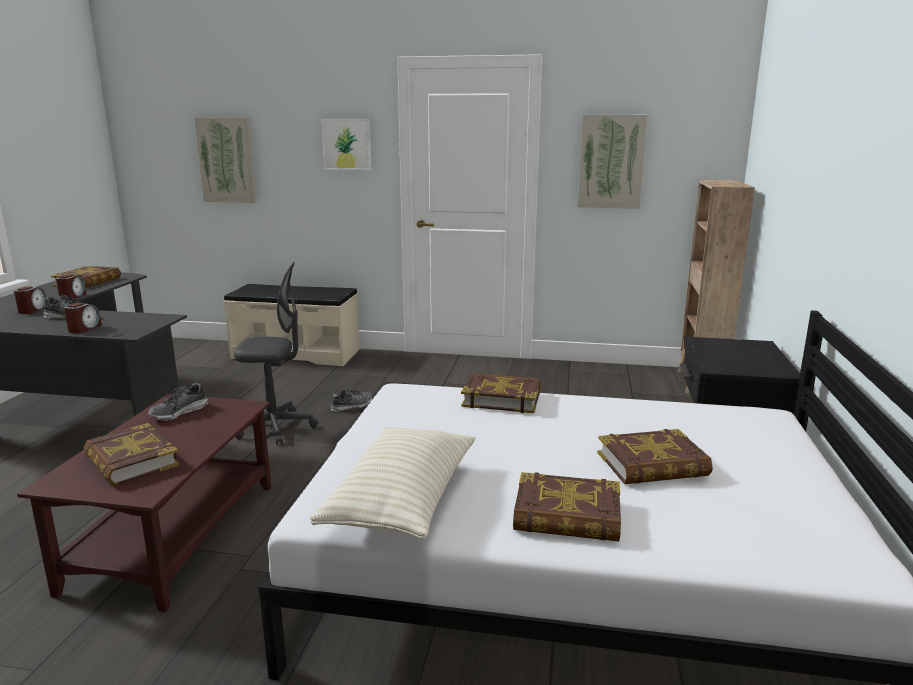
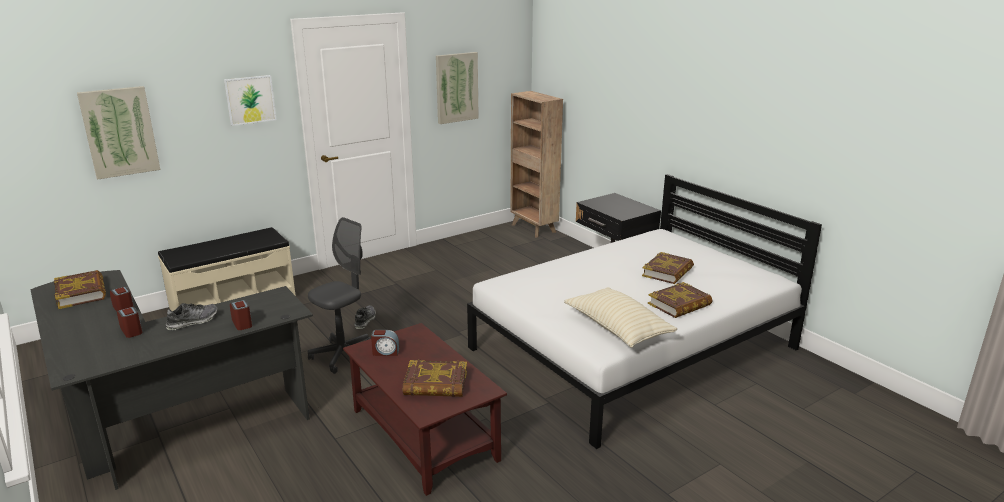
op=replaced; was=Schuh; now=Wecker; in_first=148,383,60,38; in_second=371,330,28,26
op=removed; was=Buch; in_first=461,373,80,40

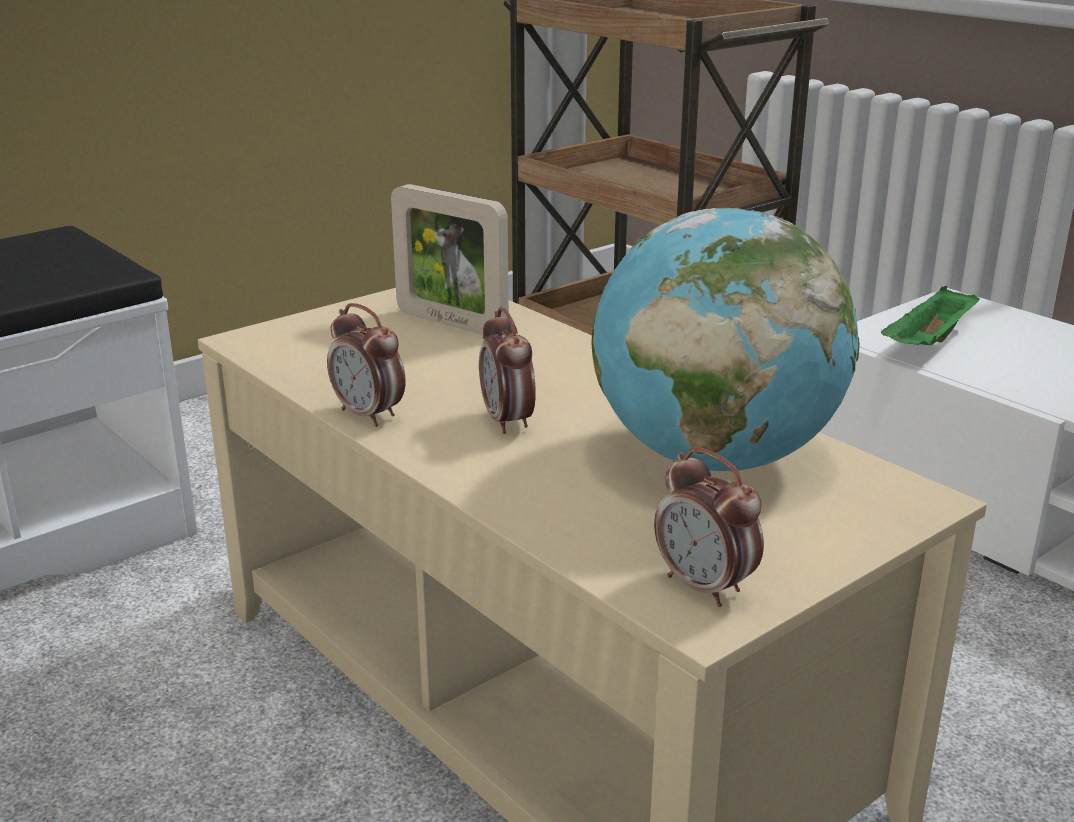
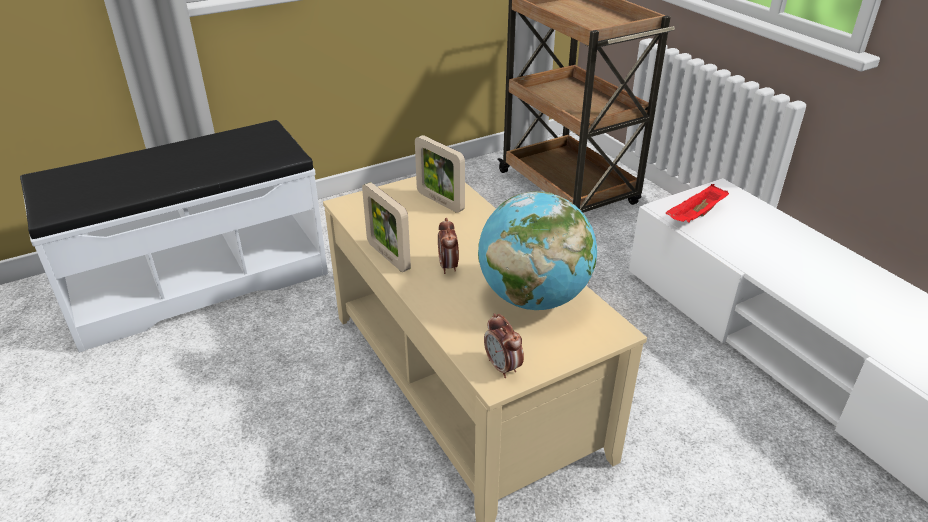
op=replaced; was=Wecker; now=Bilderrahmen; in_first=327,303,79,124; in_second=362,182,49,90
op=recoloured; was=Tablett [grün]; now=Tablett [rot]; in_first=881,286,99,59; in_second=666,184,63,39

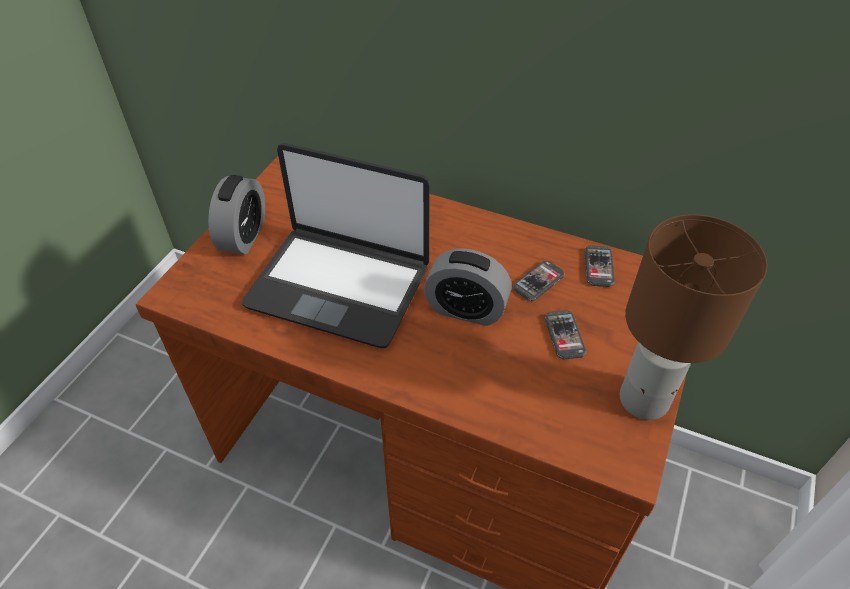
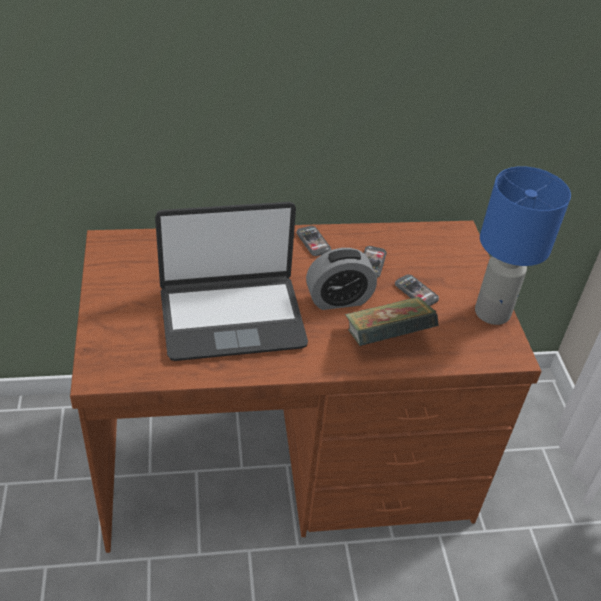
op=removed; was=Wecker; in_first=208,175,57,79
op=moved; was=Handy; in_first=585,245,30,42; in_second=296,226,36,30
op=recoloured; was=Tischlampe [braun]; now=Tischlampe [blau]; in_first=620,214,147,206; in_second=475,166,96,159
op=added; now=Buch; in_second=345,297,94,49

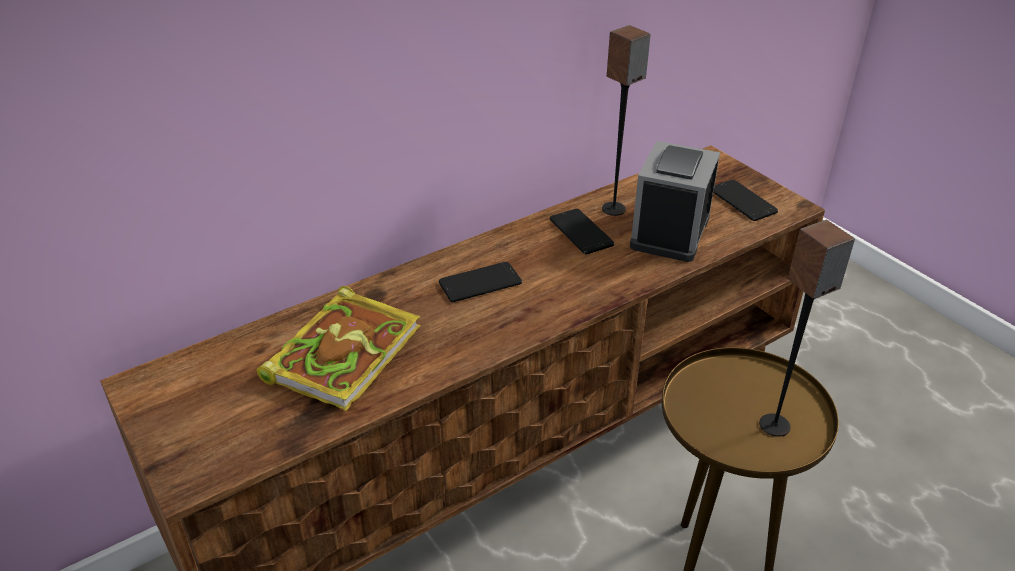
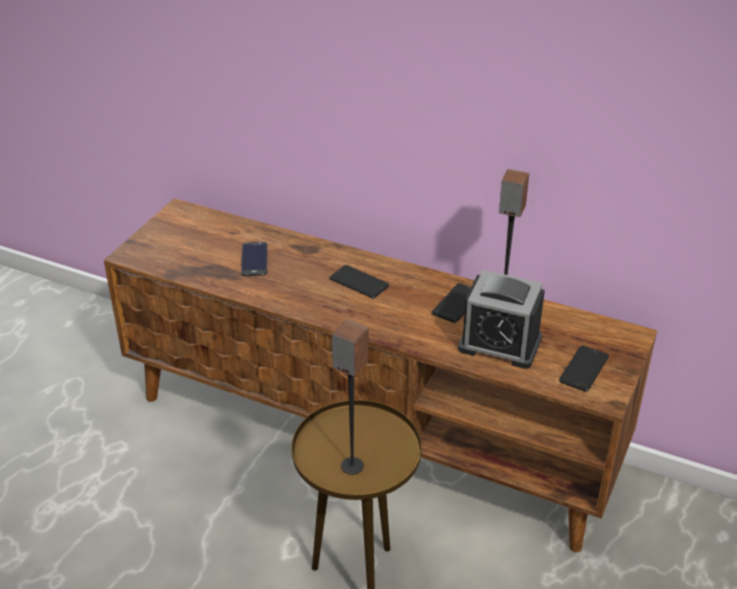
op=replaced; was=Buch; now=Handy; in_first=256,286,165,125; in_second=241,242,27,34
op=turned; was=Wecker; in_first=630,141,90,121; in_second=458,270,87,99; clockwise=-150

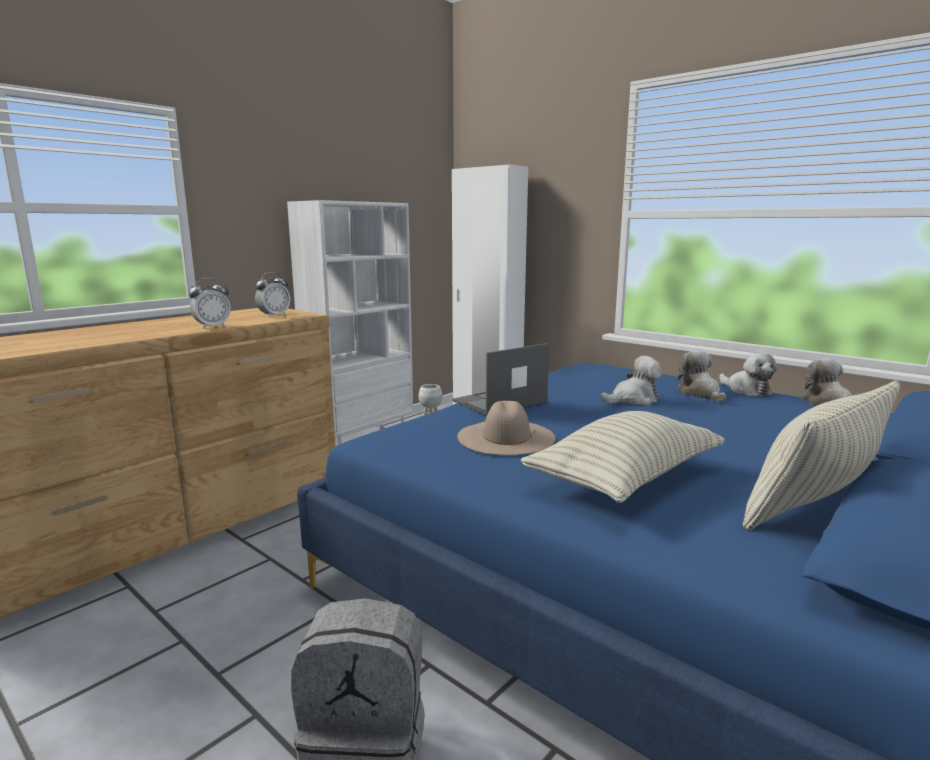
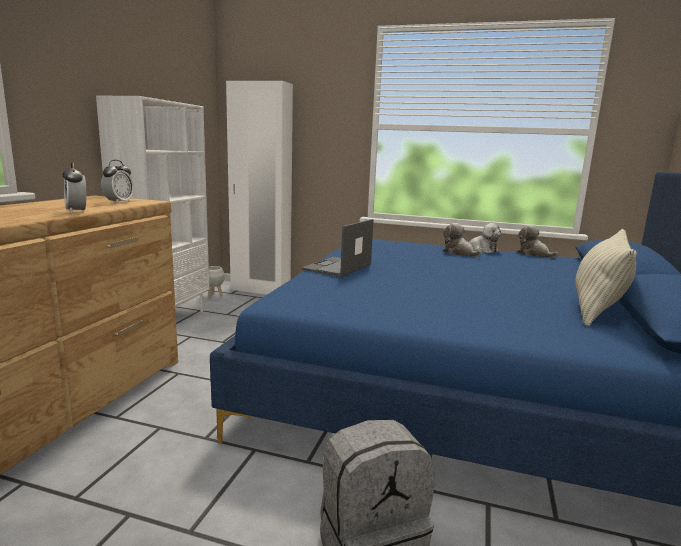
op=turned; was=Wecker; in_first=189,278,42,51; in_second=62,162,24,52; clockwise=120
op=removed; was=Hut [beige]; in_first=458,401,98,55
op=removed; was=Kissen; in_first=521,411,204,92
op=removed; was=Plüschtier; in_first=600,356,62,49

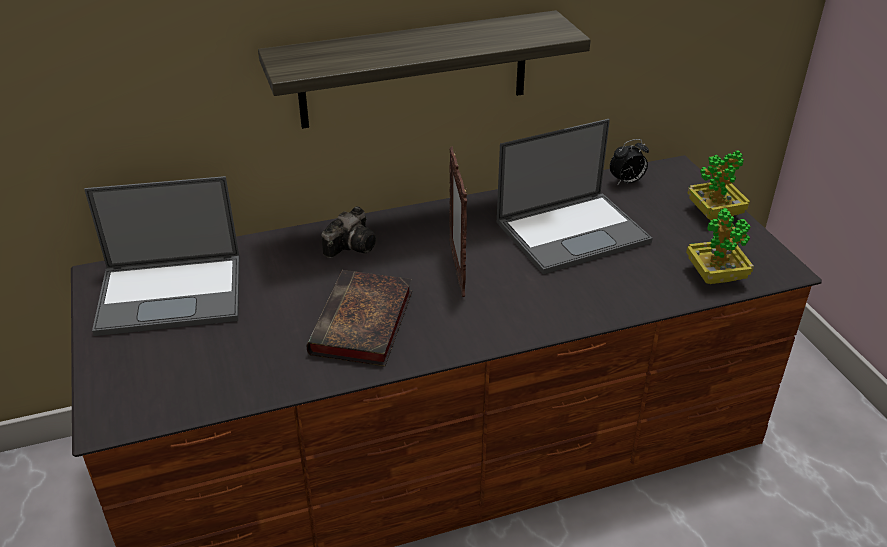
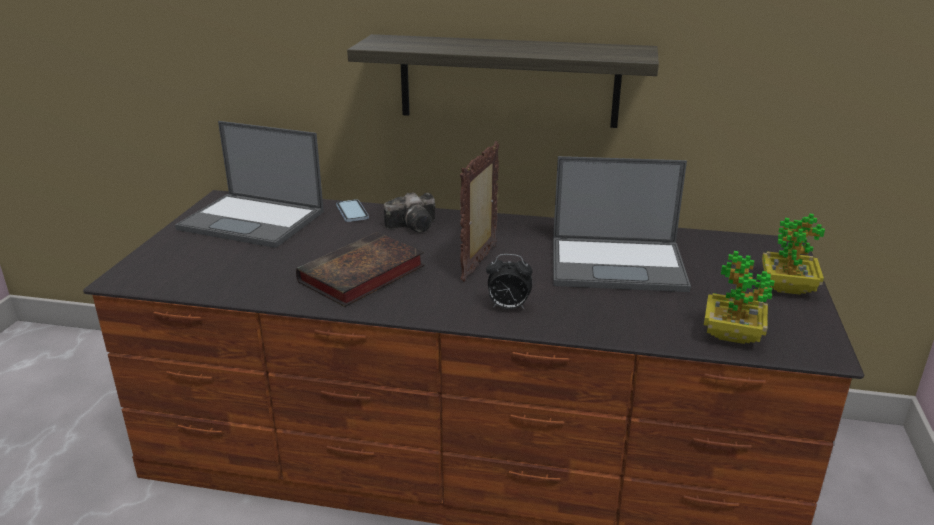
op=moved; was=Wecker; in_first=610,139,39,47; in_second=486,254,47,56
op=added; now=Handy; in_second=336,199,33,23

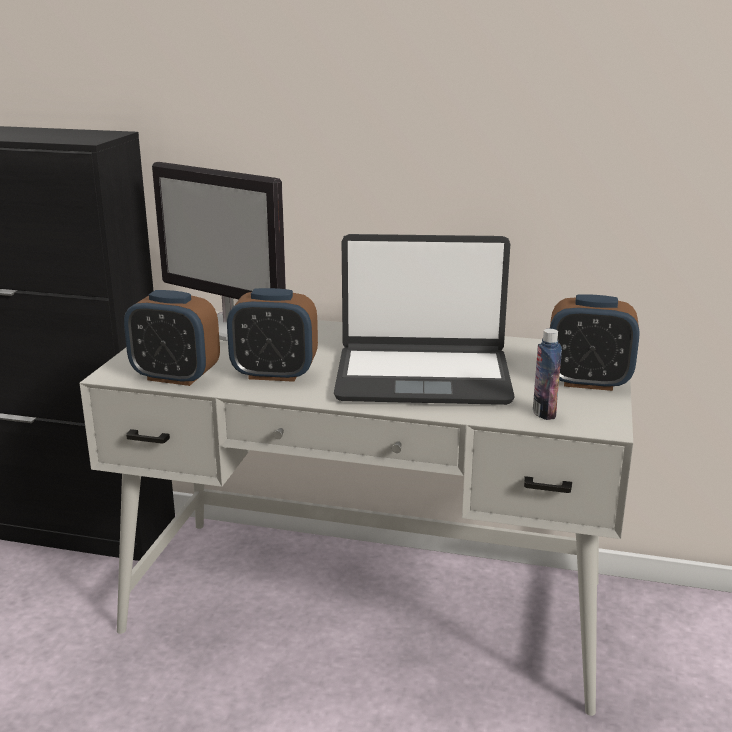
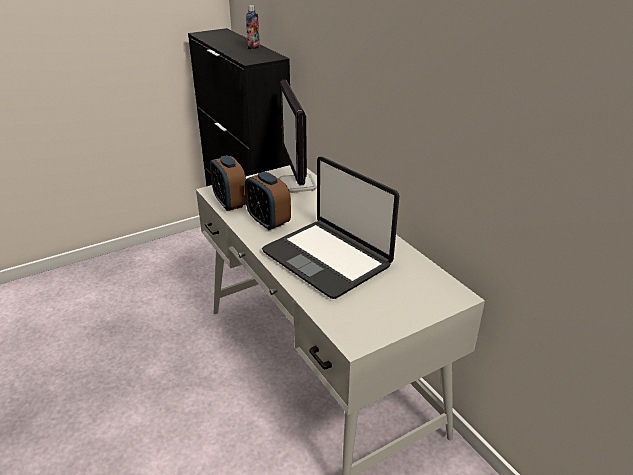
op=moved; was=Flasche; in_first=533,329,29,91; in_second=246,5,14,44
op=removed; was=Wecker; in_first=550,294,89,97

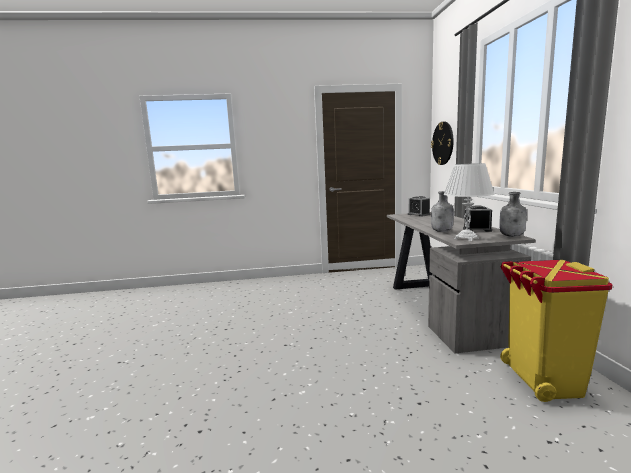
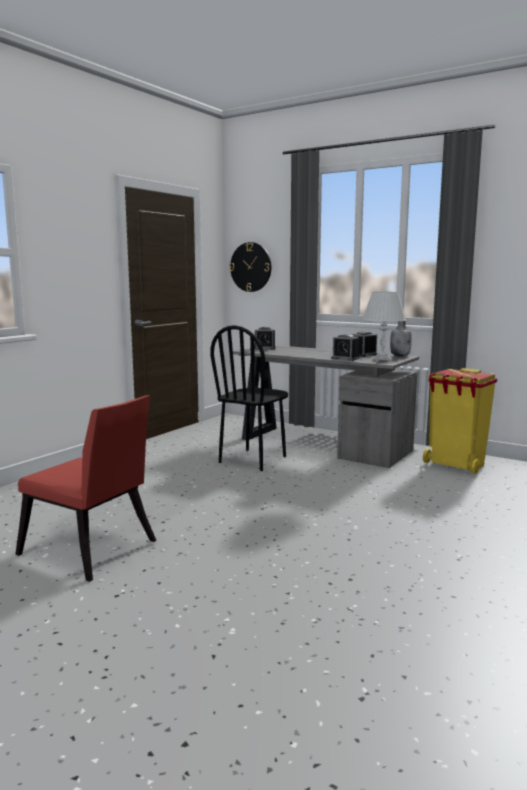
op=replaced; was=Flasche [grau]; now=Wecker; in_first=431,191,23,41; in_second=331,334,29,27
op=added; now=Stuhl [rot]; in_second=15,395,141,187
op=added; now=Stuhl [schwarz]; in_second=210,325,78,146

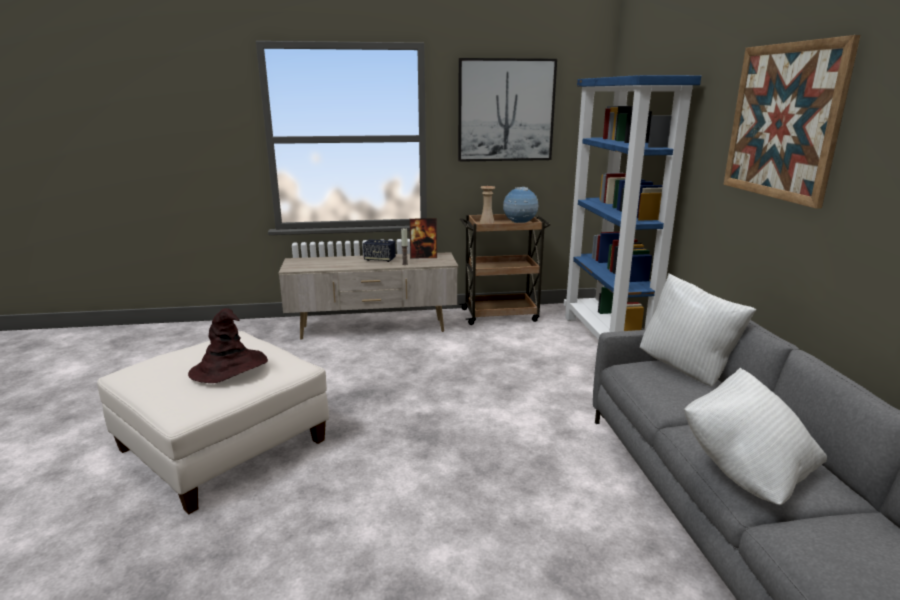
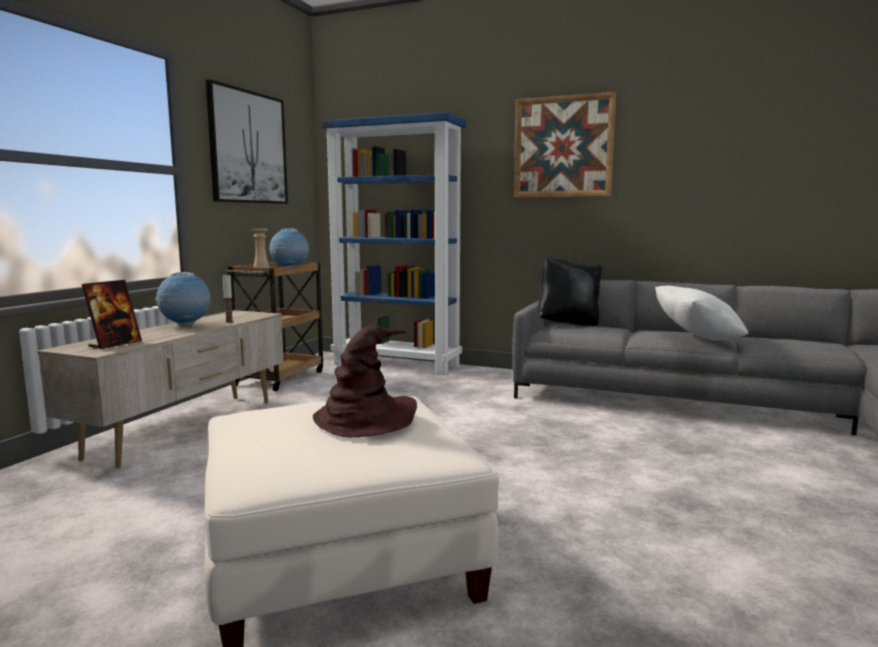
op=replaced; was=Lautsprecher; now=Globus; in_first=363,240,33,22; in_second=155,272,56,54
op=moved; was=Bilderrahmen; in_first=410,218,27,40; in_second=82,280,60,69
op=recoloured; was=Kissen [weiß]; now=Kissen [schwarz]; in_first=640,273,116,113; in_second=538,254,64,72

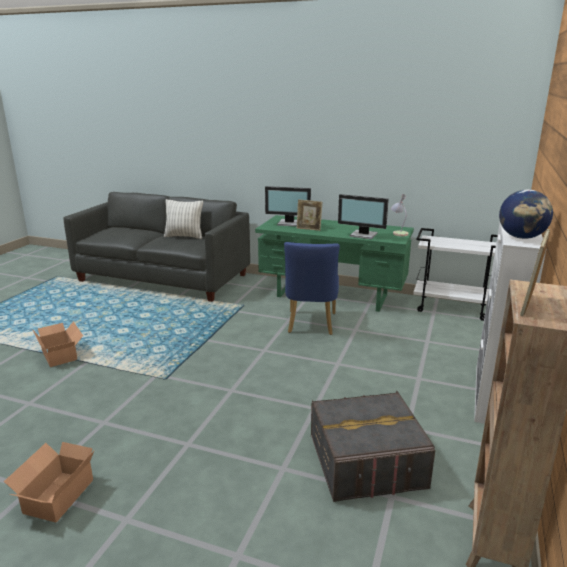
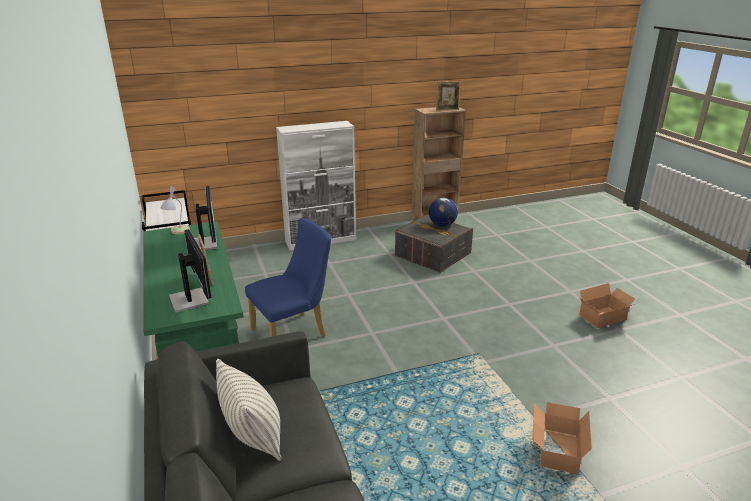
op=moved; was=Globus; in_first=499,189,54,50; in_second=429,198,29,28

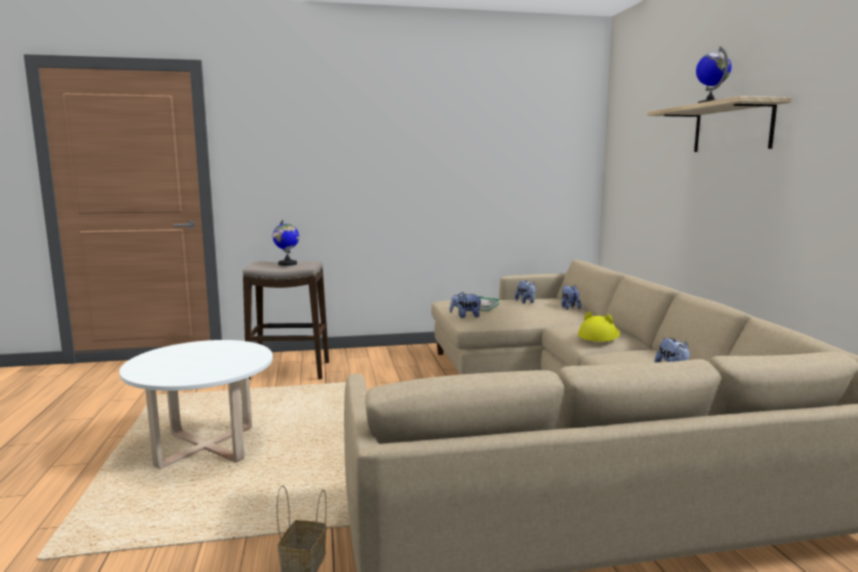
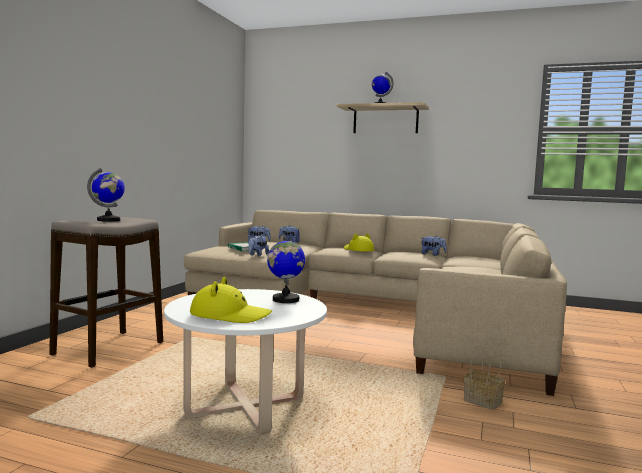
op=added; now=Hut [gelb]; in_second=190,277,82,46
op=added; now=Globus; in_second=267,235,38,68

